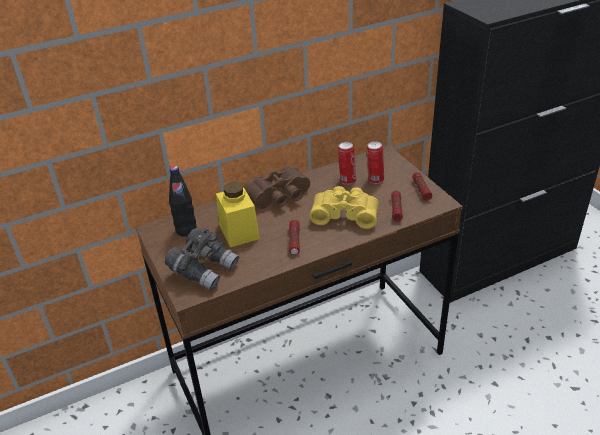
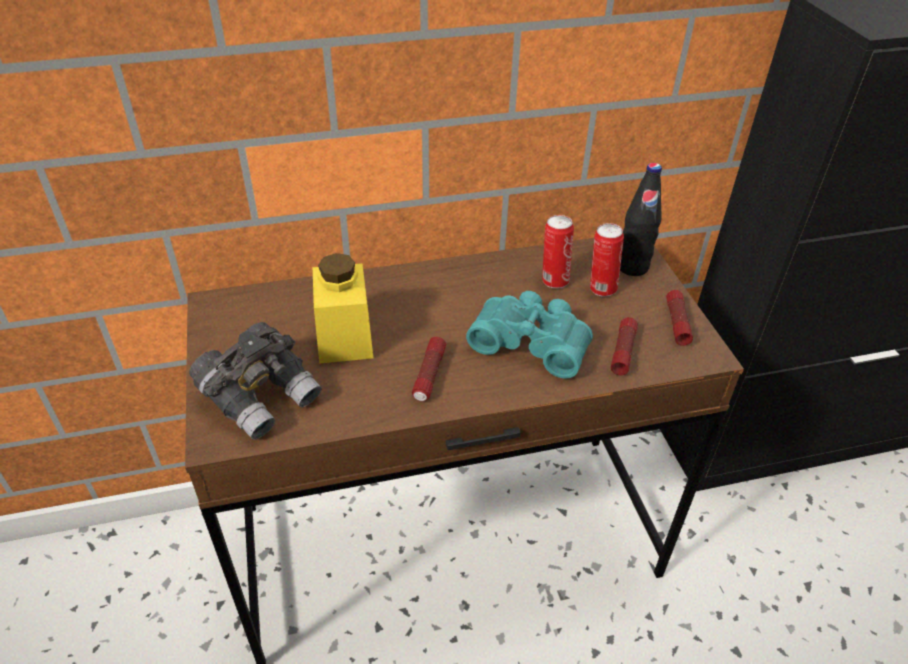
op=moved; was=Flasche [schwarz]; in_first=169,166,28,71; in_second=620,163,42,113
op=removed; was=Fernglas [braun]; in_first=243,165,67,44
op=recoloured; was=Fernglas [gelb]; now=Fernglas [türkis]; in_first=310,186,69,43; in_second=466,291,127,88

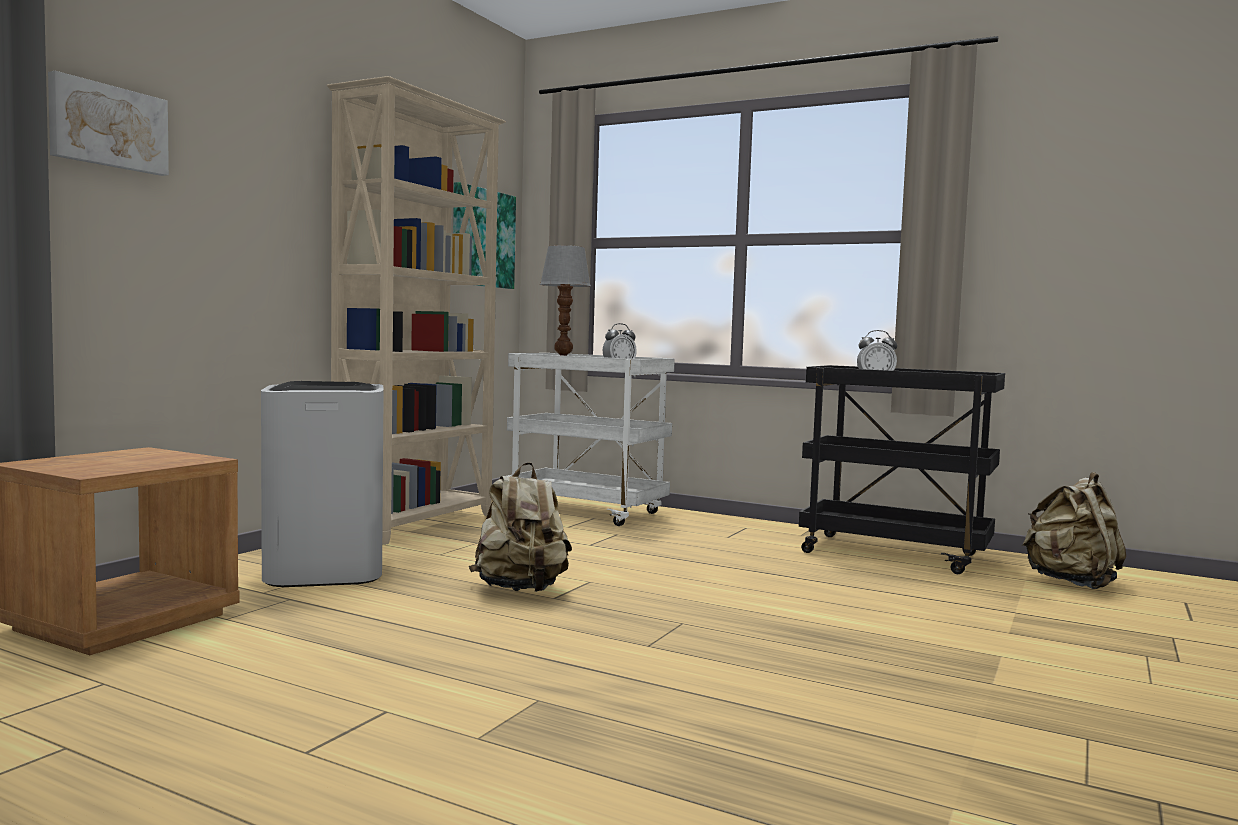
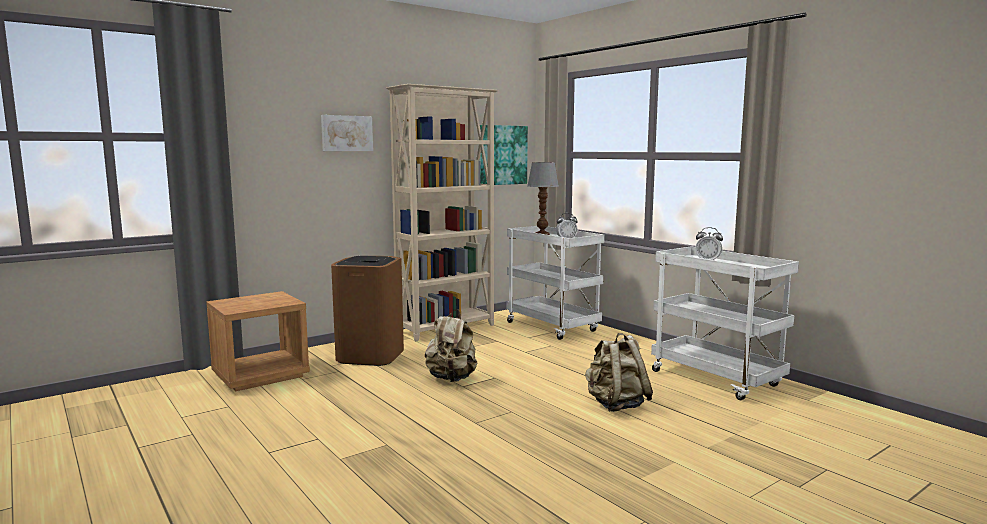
op=moved; was=Bild; in_first=48,71,121,105; in_second=321,115,52,36
op=recoloured; was=Mülleimer [weiß]; now=Mülleimer [braun]; in_first=261,381,123,206; in_second=331,256,73,110
op=recoloured; was=Rollwagen [schwarz]; now=Rollwagen [weiß]; in_first=799,365,206,209; in_second=651,246,148,154
op=moved; was=Rucksack [beige]; in_first=1022,472,104,117; in_second=585,333,68,79

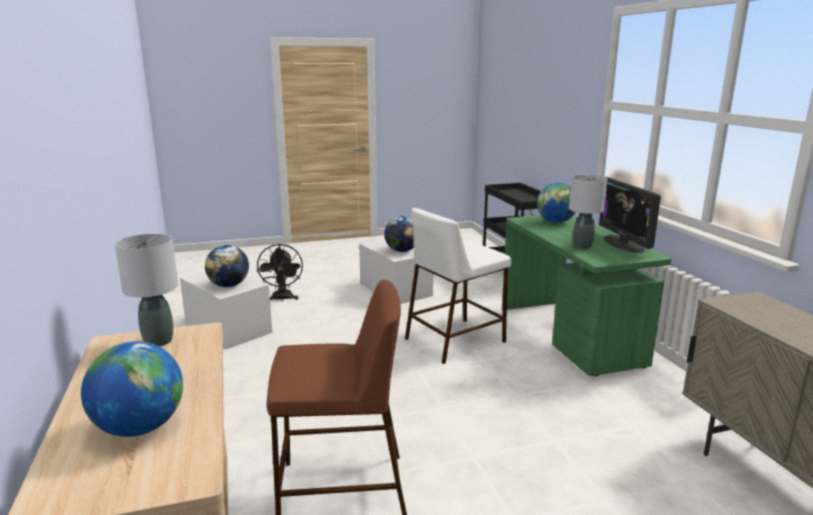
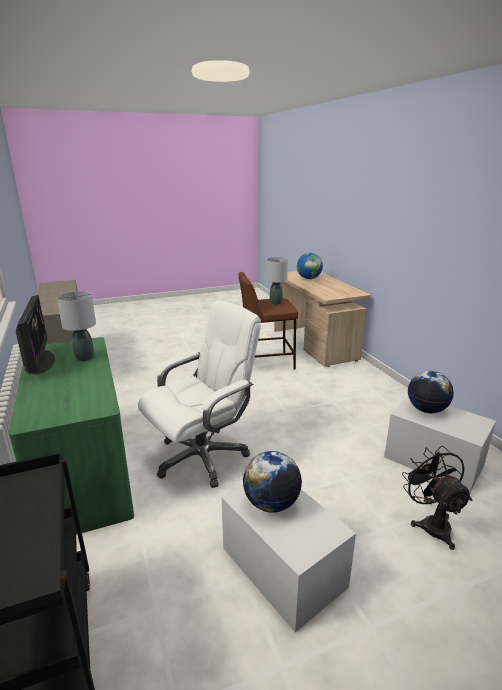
op=moved; was=Tischlampe [grau]; in_first=115,234,63,112; in_second=266,257,22,48
op=replaced; was=Hocker [weiß]; now=Bürostuhl [weiß]; in_first=405,208,106,156; in_second=138,300,123,188
op=removed; was=Globus; in_first=537,182,39,41

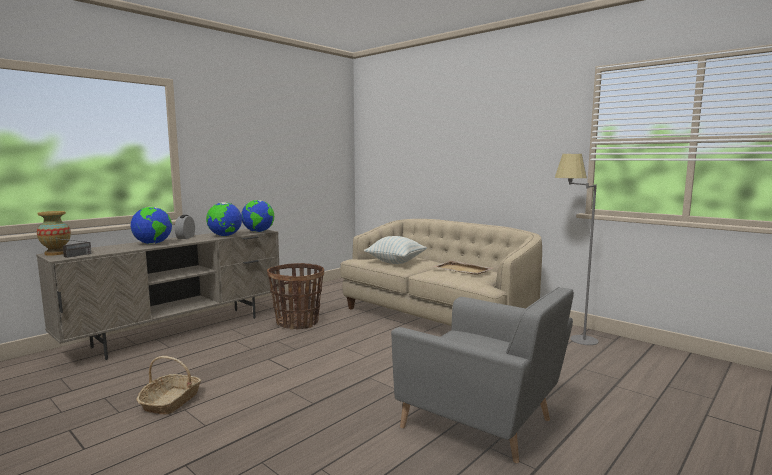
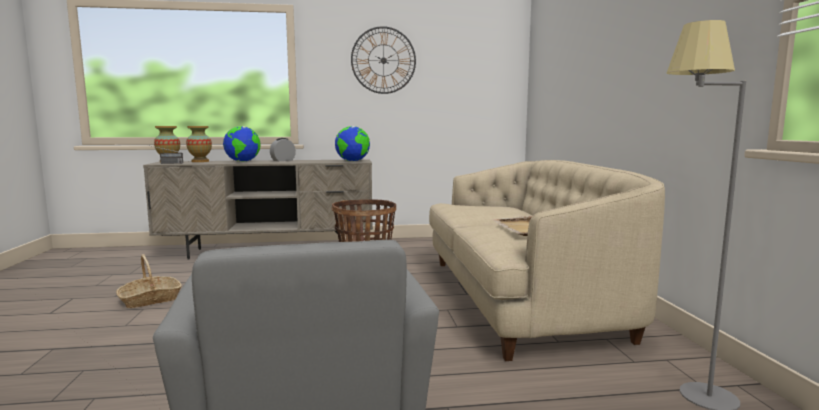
op=removed; was=Globus; in_first=206,202,36,34
op=removed; was=Kissen; in_first=364,236,63,28
op=added; now=Vase; in_second=186,126,26,36
op=added; now=Wanduhr; in_second=351,26,65,68

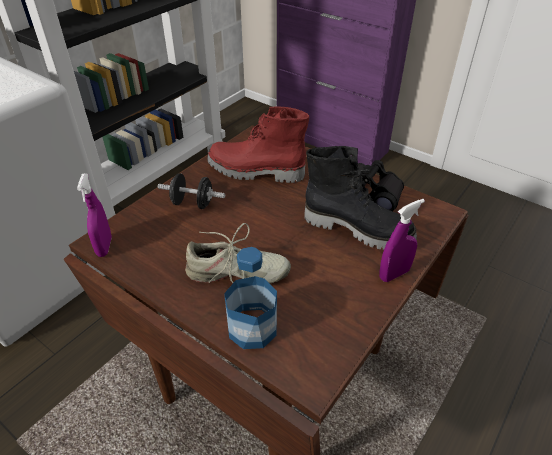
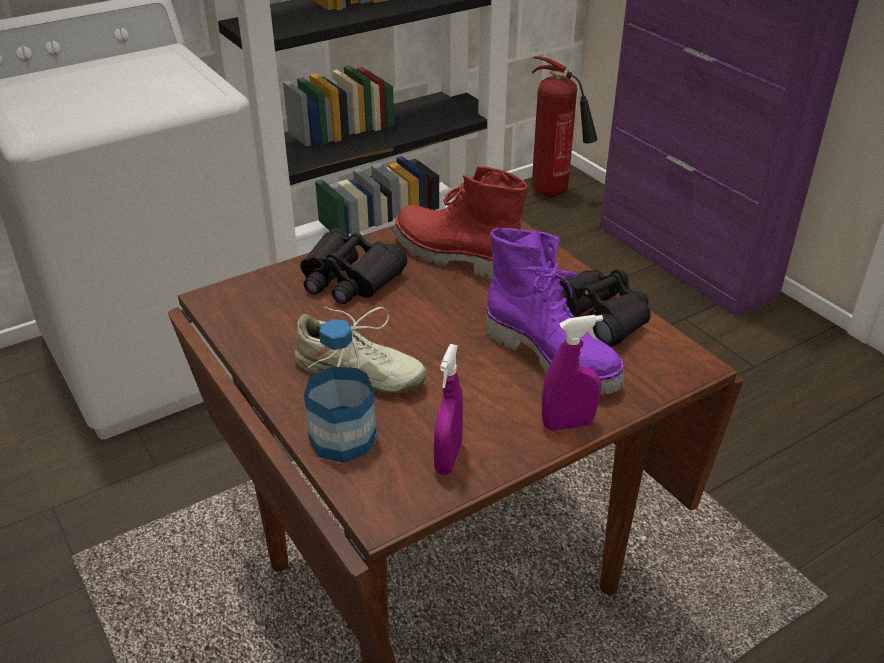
op=moved; was=Sprühflasche [lila]; in_first=77,174,35,83; in_second=434,344,29,131
op=replaced; was=Hantel [schwarz]; now=Fernglas [schwarz]; in_first=158,173,67,36; in_second=301,228,106,76
op=recoloured; was=Stiefel [schwarz]; now=Stiefel [lila]; in_first=304,146,113,104; in_second=486,228,139,167
op=added; now=Feuerlöscher; in_second=532,56,65,141

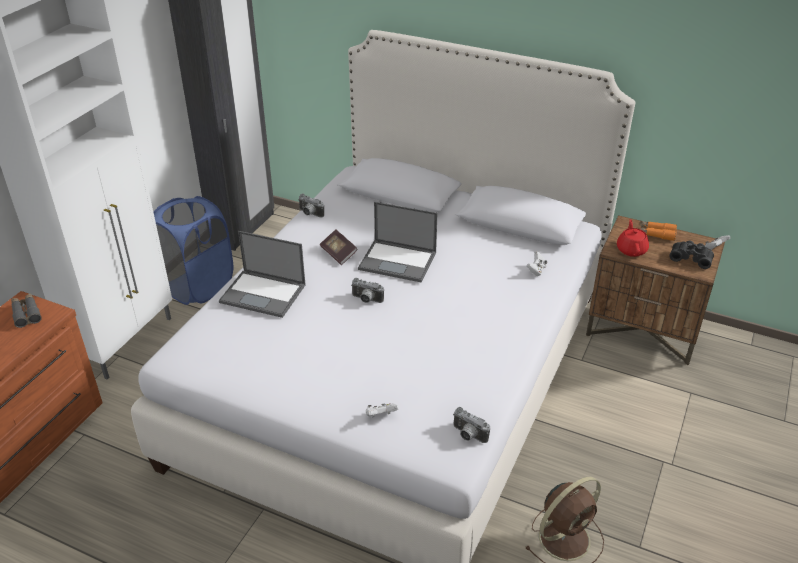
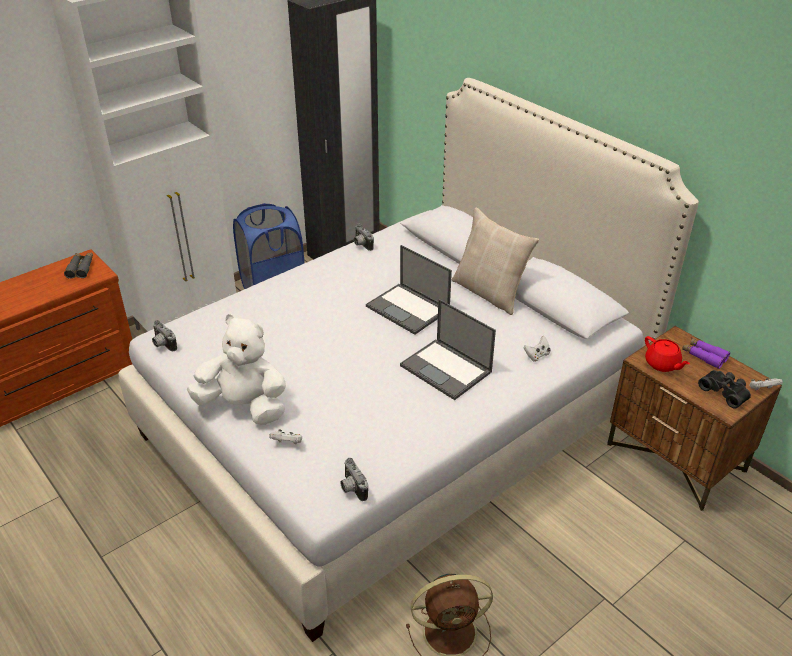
op=moved; was=Laptop; in_first=219,231,87,87; in_second=400,299,96,101
op=removed; was=Buch; in_first=320,230,38,35
op=moved; was=Kamera; in_first=351,278,33,25; in_second=152,320,25,31
op=turned; was=Teekanne [rot]; in_first=617,219,32,38; in_second=645,336,45,36; clockwise=120
op=recoloured; was=Fernglas [orange]; now=Fernglas [lila]; in_first=640,221,37,20; in_second=682,338,48,31
op=added; now=Plüschtier [weiß]; in_second=187,314,99,111
op=added; now=Kissen [beige]; in_second=452,208,87,107

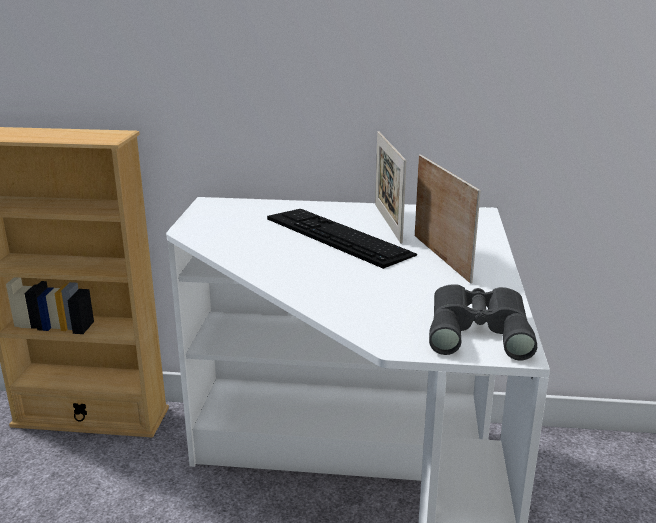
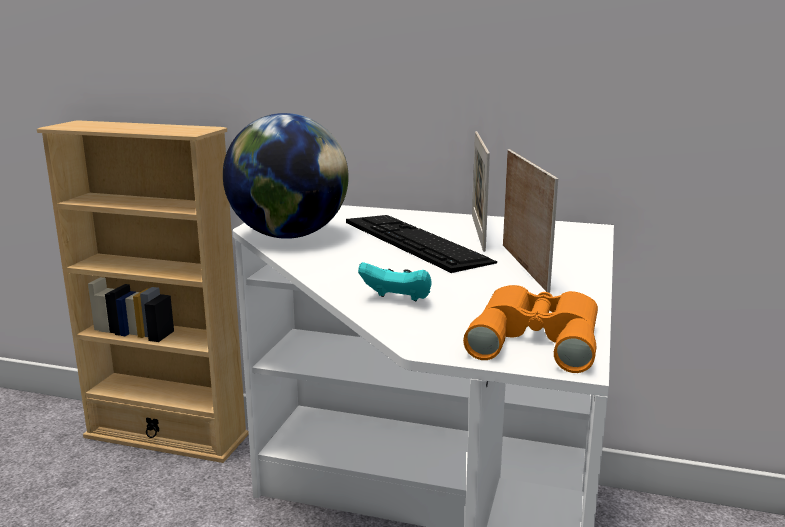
op=recoloured; was=Fernglas [grau]; now=Fernglas [orange]; in_first=429,284,108,76; in_second=463,285,135,88
op=added; now=Globus; in_second=223,113,126,126
op=added; now=Gamepad [türkis]; in_second=358,262,74,40

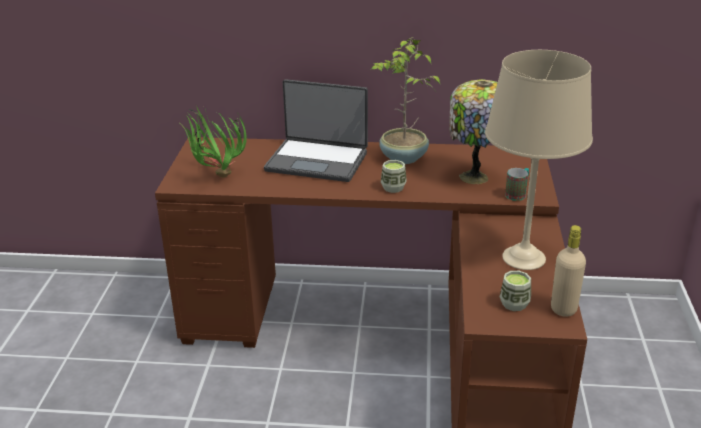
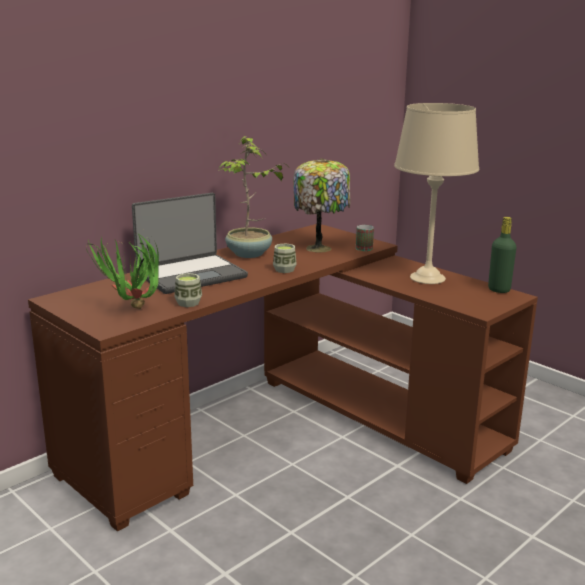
op=moved; was=Tasse; in_first=500,271,31,40; in_second=174,273,28,34
op=recoloured; was=Flasche [beige]; now=Flasche [grün]; in_first=551,225,35,92; in_second=488,217,29,76

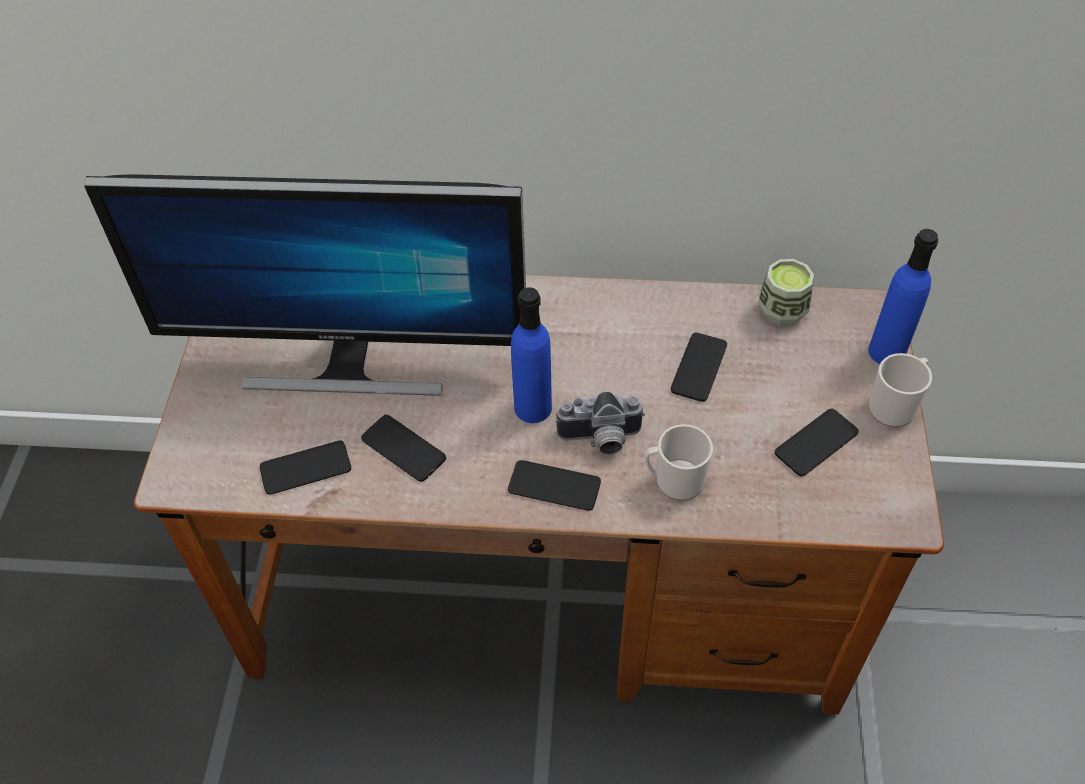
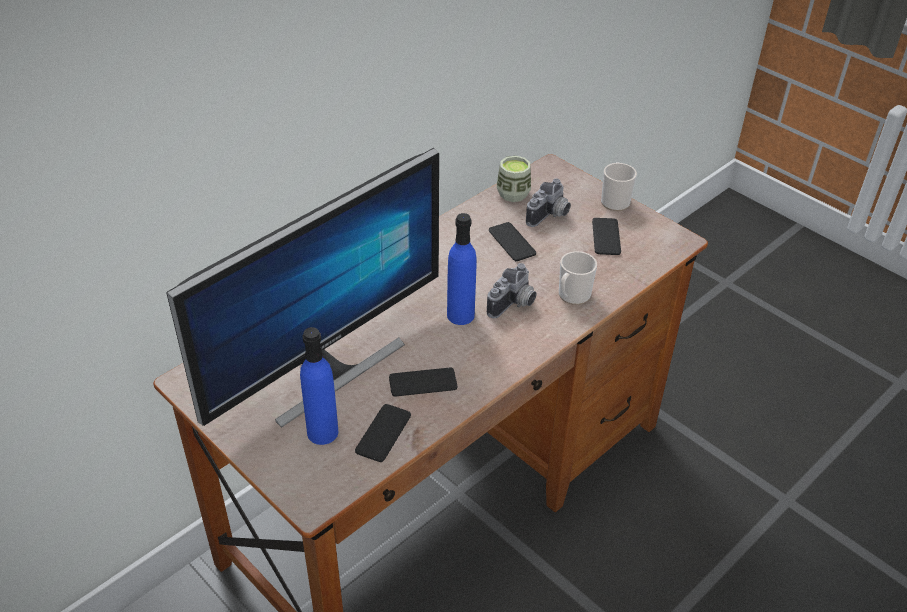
op=removed; was=Handy; in_first=508,460,93,51
op=moved; was=Flasche [blau]; in_first=868,229,70,135; in_second=300,327,38,118
op=added; now=Kamera; in_second=526,178,45,49

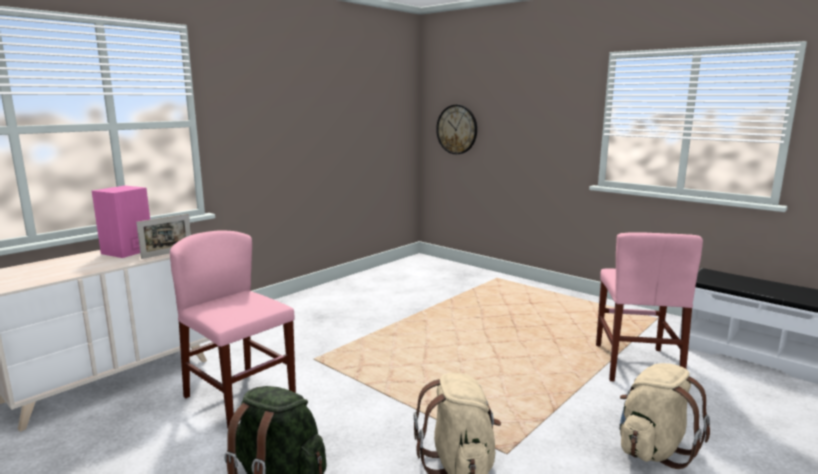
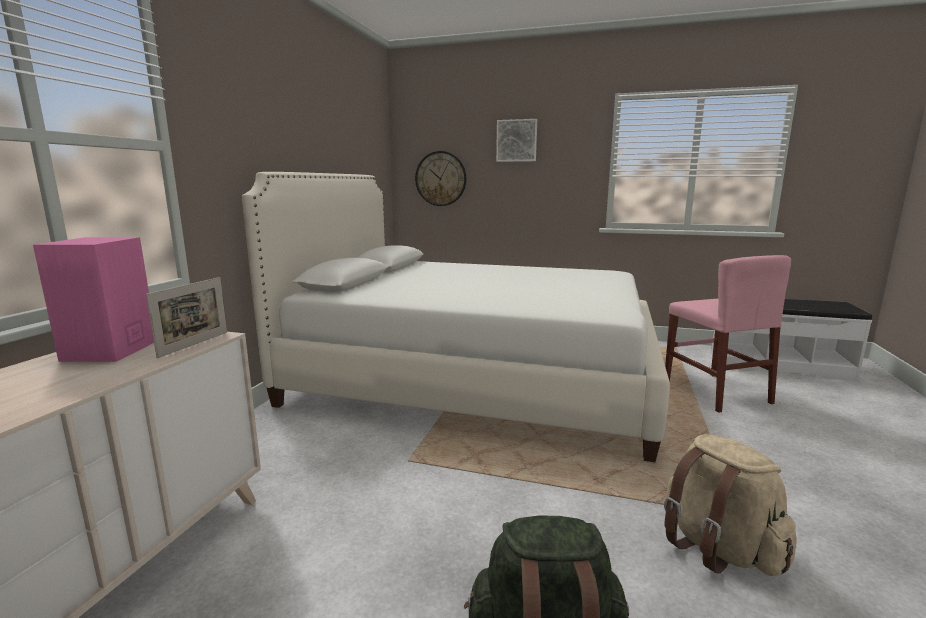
op=removed; was=Stuhl [rosa]; in_first=170,231,126,197
op=removed; was=Rucksack [beige]; in_first=619,363,91,106
op=added; now=Bett [weiß]; in_second=242,172,428,290
op=added; now=Bild; in_second=496,119,41,43

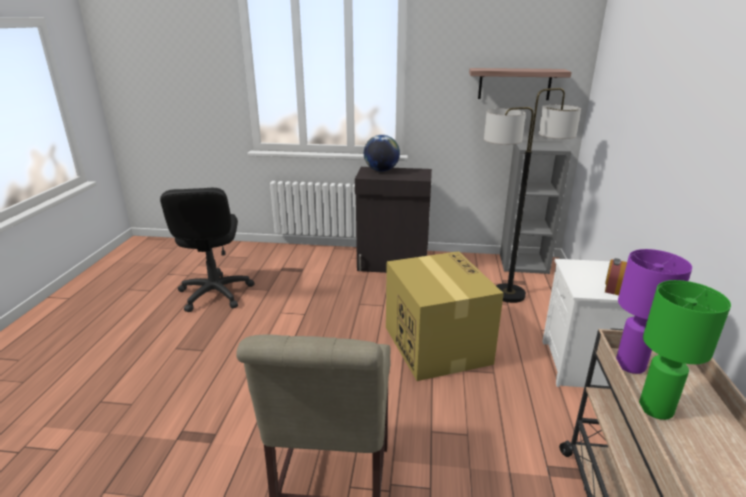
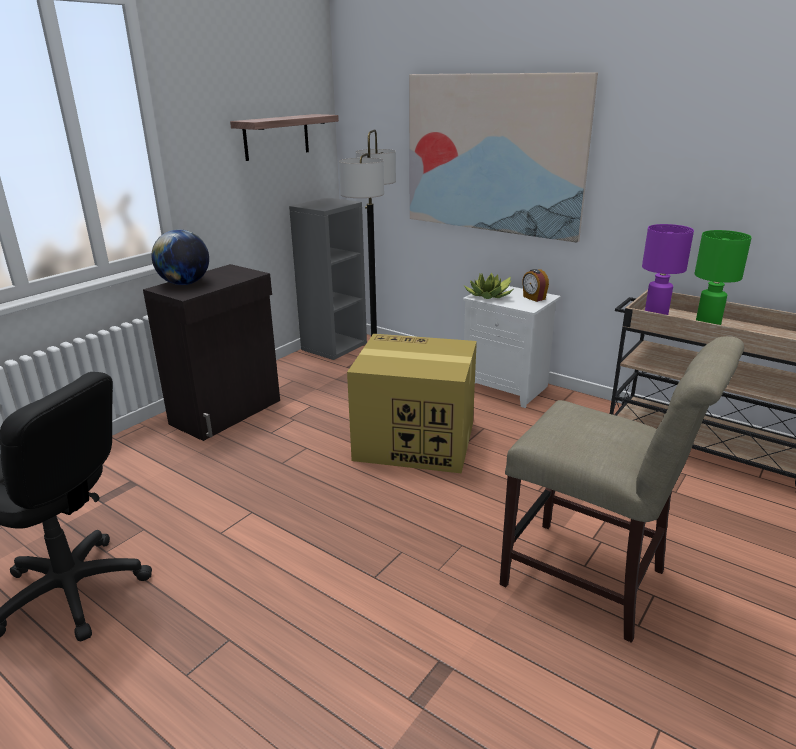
op=added; now=Bild; in_second=409,72,189,171
op=added; now=Topfpflanze; in_second=464,273,49,26

